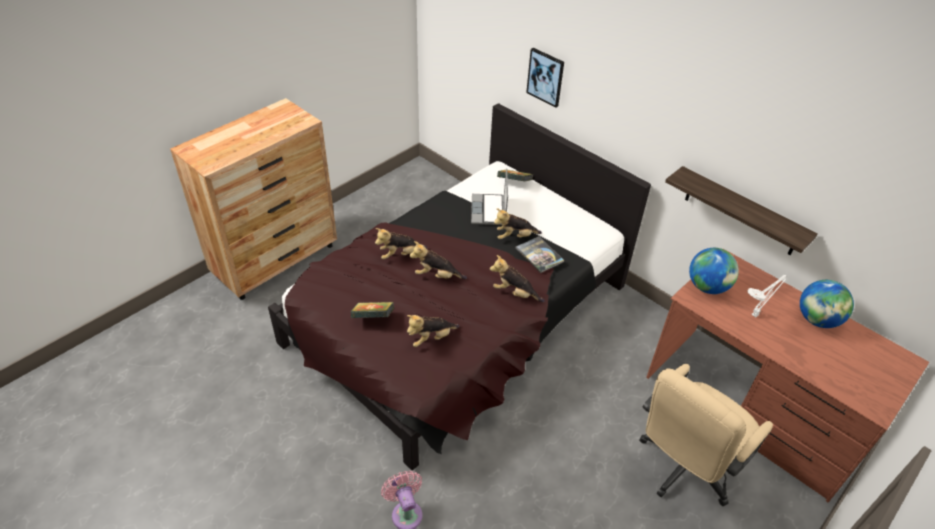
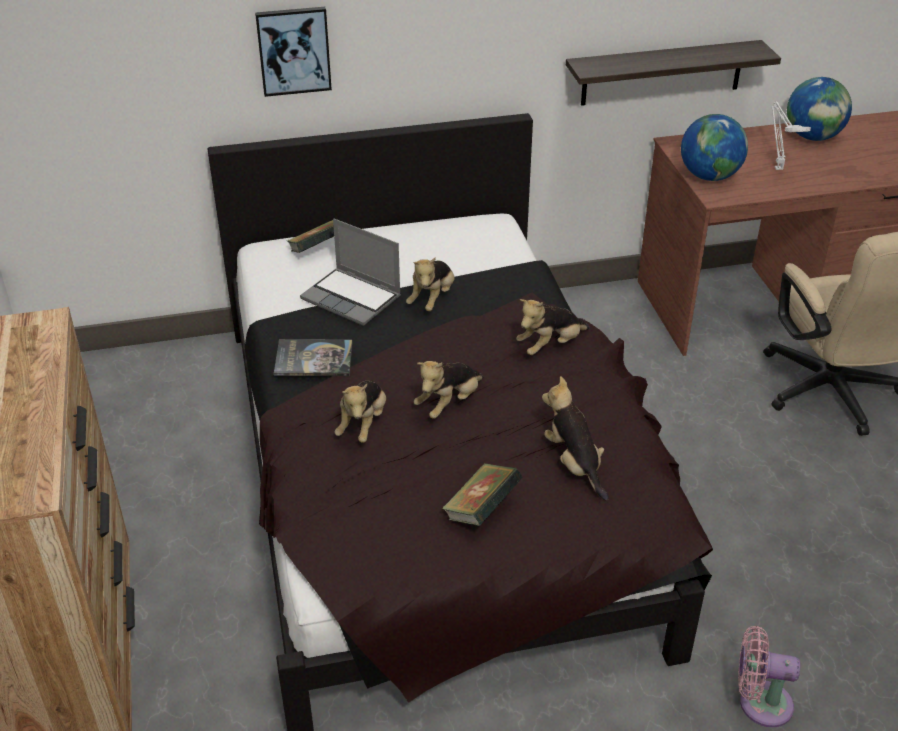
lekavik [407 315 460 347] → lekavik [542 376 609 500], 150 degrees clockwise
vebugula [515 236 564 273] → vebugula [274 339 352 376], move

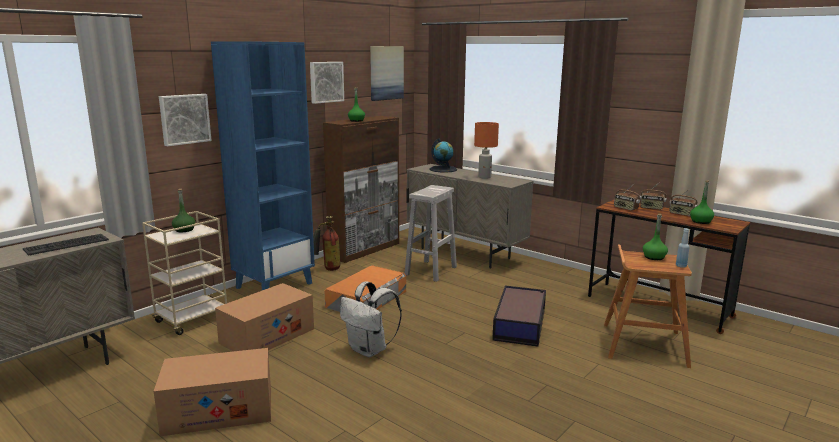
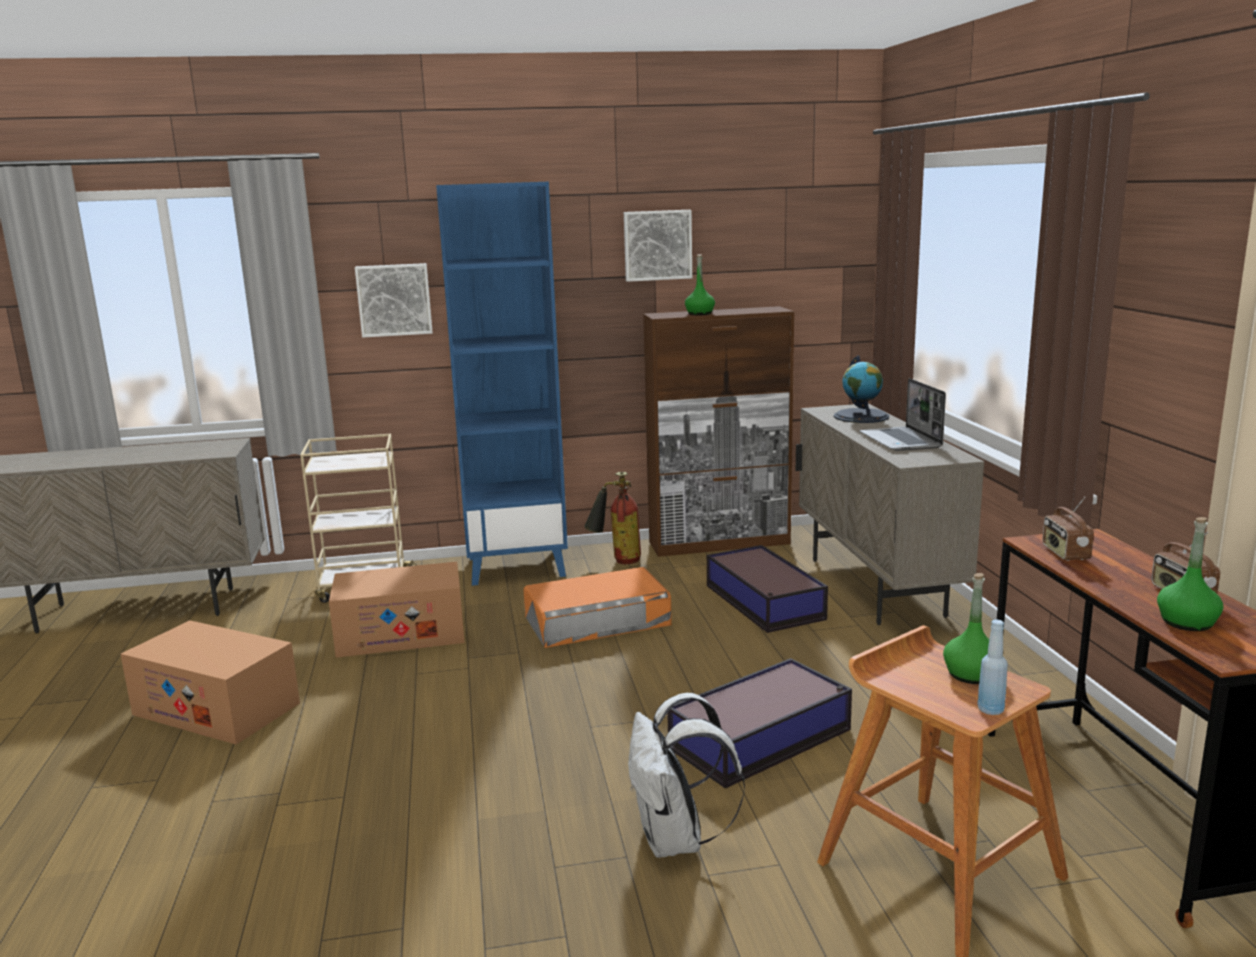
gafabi [23 234 109 256] → -
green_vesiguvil [172 189 195 232] → -
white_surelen [340 281 402 357] → white_surelen [628 693 745 858], move
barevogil [370 46 404 101] → -
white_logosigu [404 185 457 282] → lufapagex [707 545 828 633]
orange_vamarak [474 122 499 179] → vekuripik [859 378 946 451]
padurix [640 183 667 210] → -

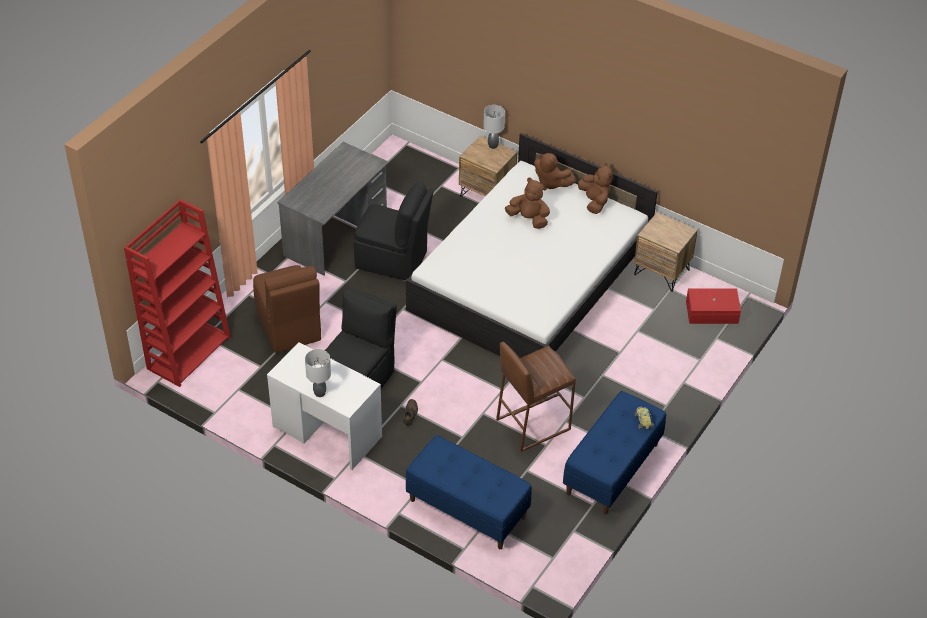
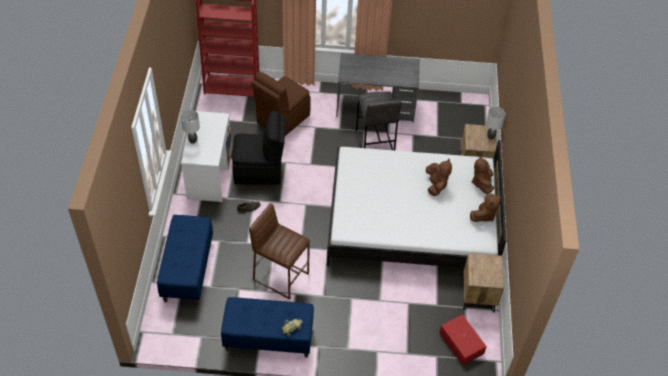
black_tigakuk [354 182 433 281] → grey_logosigu [356 92 402 150]

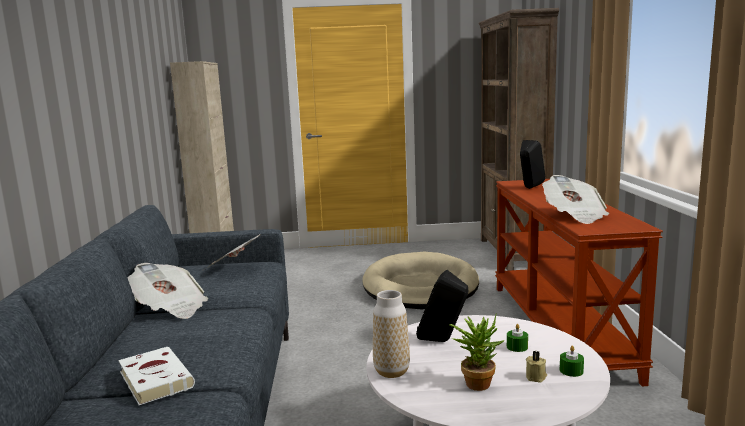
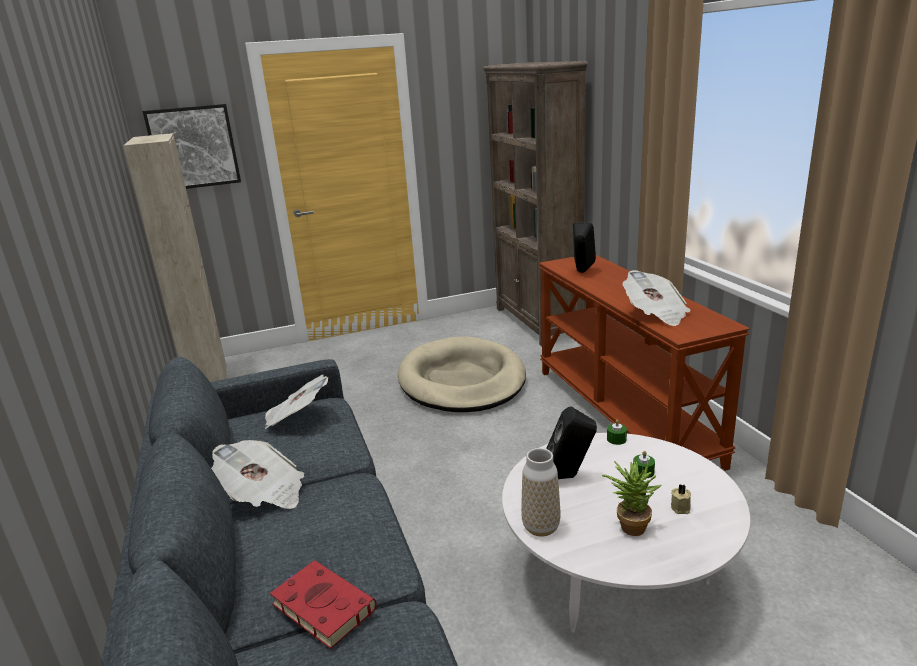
white_vebugula [118 347 195 405] → red_vebugula [270 560 377 649]
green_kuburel [560 346 584 377] → green_kuburel [607 419 627 445], move
- → barevogil [143 104 241 189]

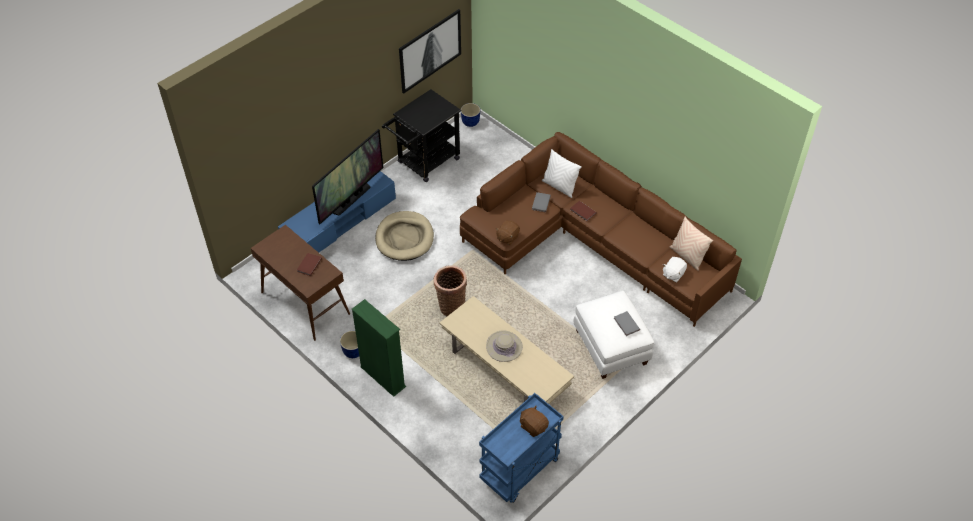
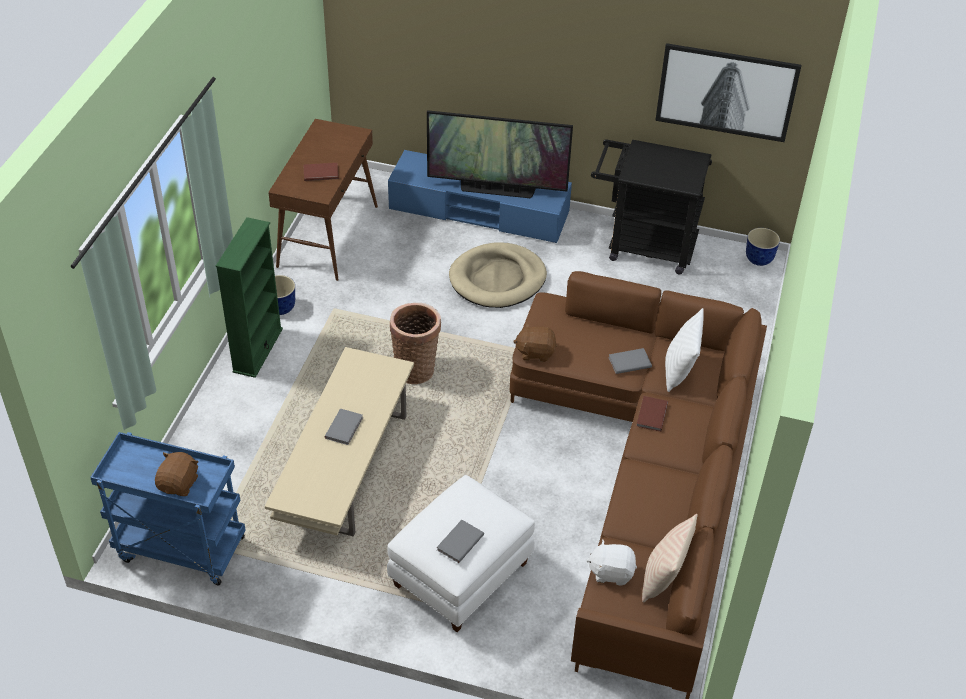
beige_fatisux [486 331 523 362] → grey_vebugula [324 409 363 445]

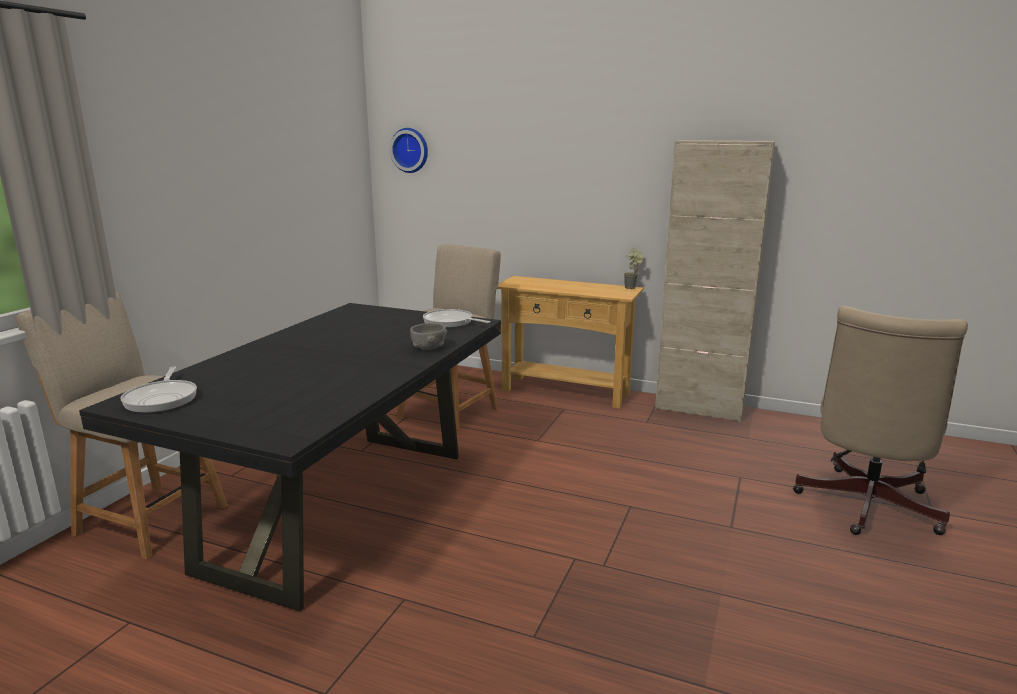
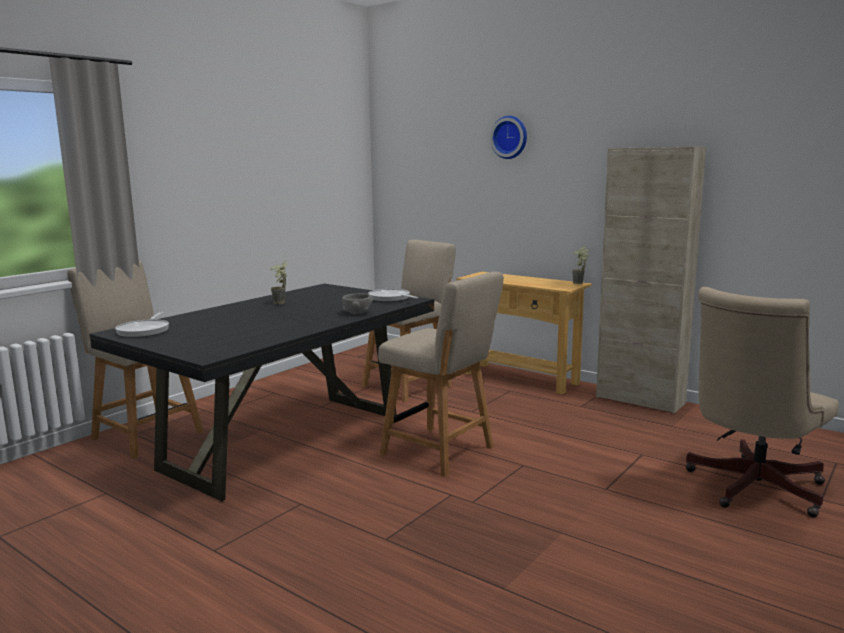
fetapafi [390 128 428 173] → fetapafi [490 116 527 159], move
- → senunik [270 260 288 304]
- → beige_tigakuk [379 271 504 477]

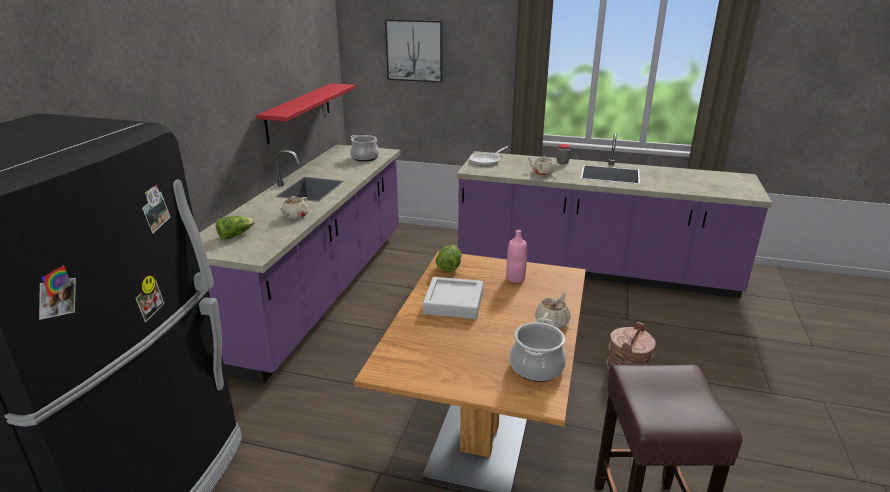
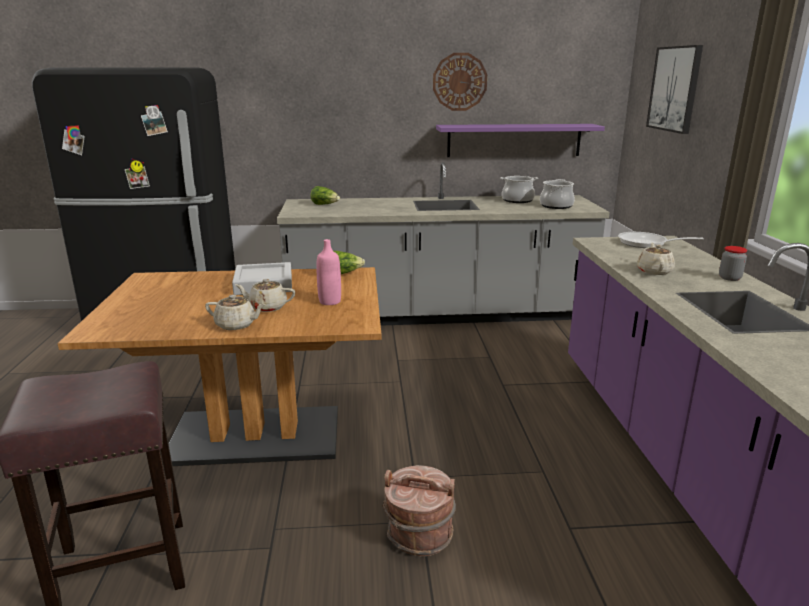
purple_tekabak [200 144 401 384] → grey_tekabak [277 162 610 326]
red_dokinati [257 83 355 144] → purple_dokinati [436 124 605 157]
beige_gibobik [279 196 308 219] → beige_gibobik [235 279 295 312], move
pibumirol [510 318 566 382] → pibumirol [500 176 538 203], move
- → fetapafi [433 53 487 111]

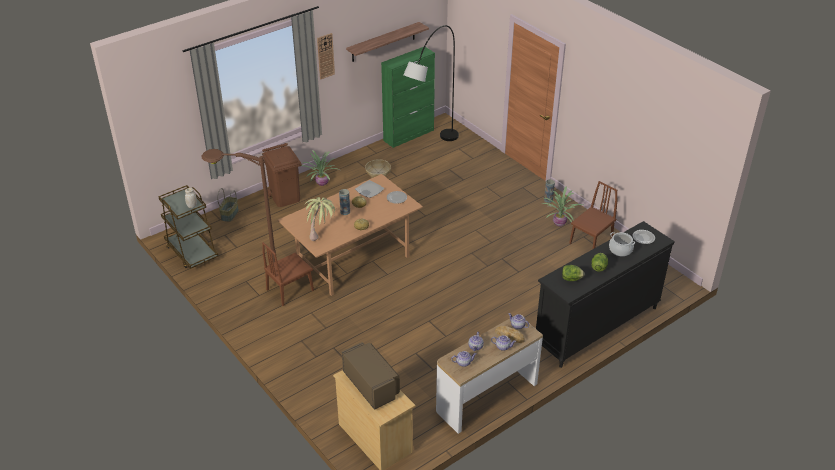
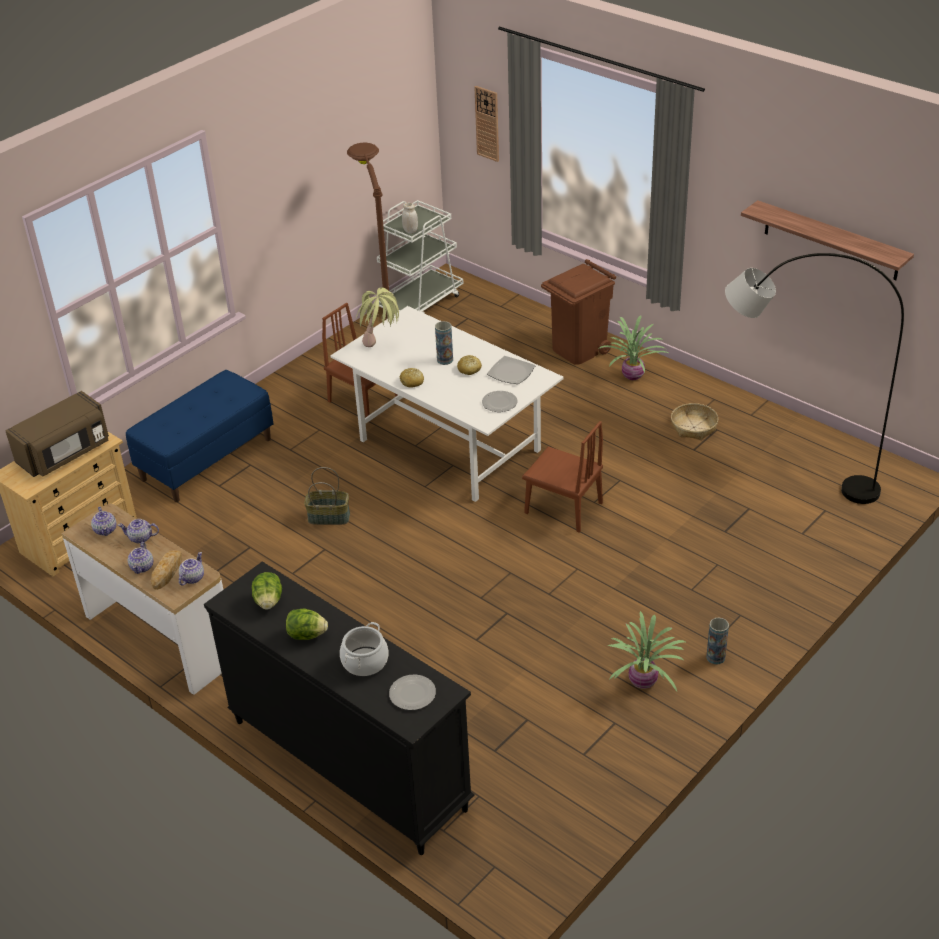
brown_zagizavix [158 185 218 269] → white_zagizavix [377 200 464 313]
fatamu [217 188 239 222] → fatamu [304 467 350 525], move
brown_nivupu [278 174 423 296] → white_nivupu [330 306 564 502]
fetapafi [317 33 335 79] → fetapafi [474 86 499 162], move
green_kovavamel [381 47 435 148] → -
brown_tigakuk [569 181 617 249] → brown_tigakuk [522 421 603 533], move
- → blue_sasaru [126 370 273 502]

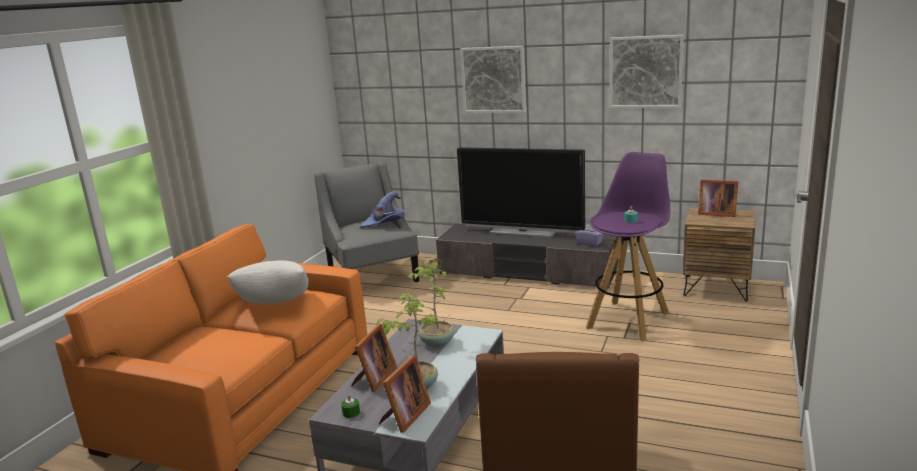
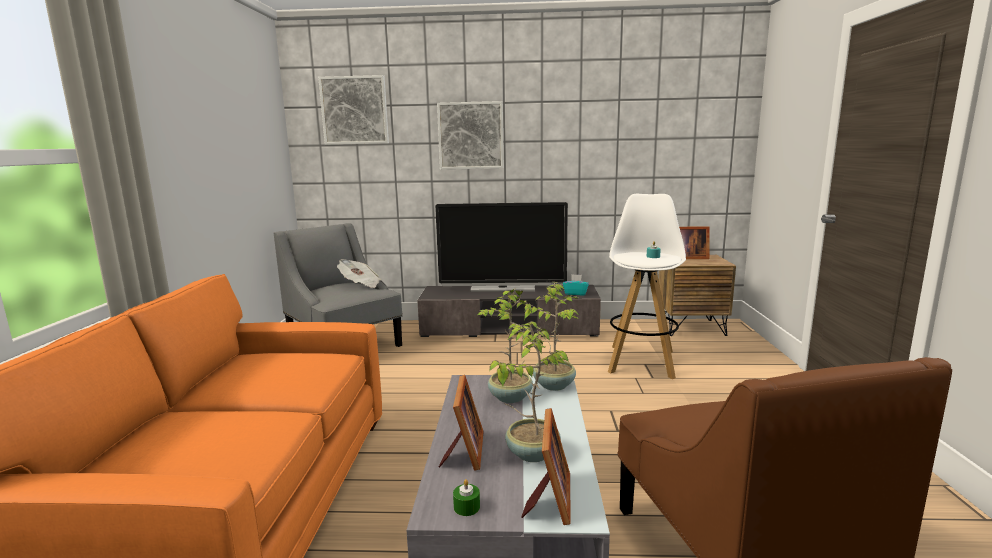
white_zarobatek [227 261 309 304] → -
purple_fatisux [360 191 405 228] → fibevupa [337 259 382 288]
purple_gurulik [575 224 604 246] → turquoise_gurulik [563 274 589 295]
purple_logosigu [586 152 670 342] → white_logosigu [608 194 686 379]
barevogil [610 35 684 108] → barevogil [318 75 389 145], move
- → senunik [524 282 580 391]

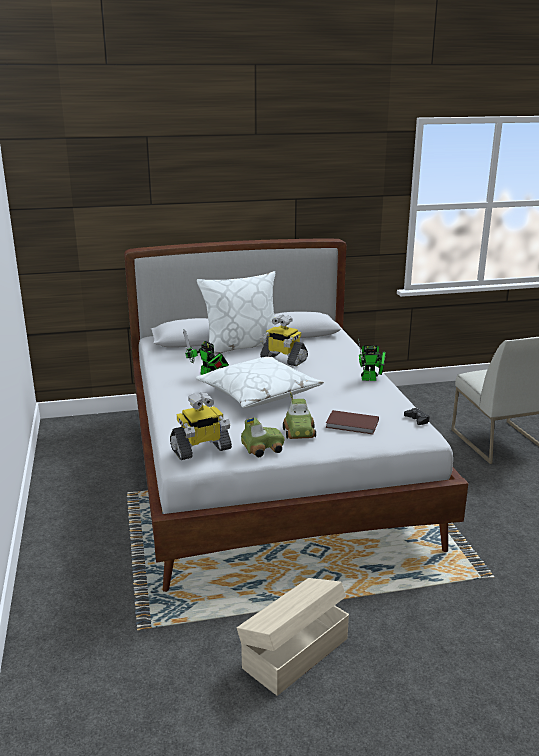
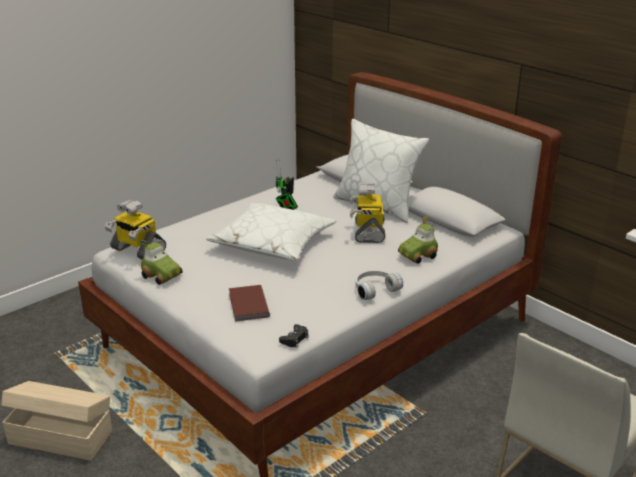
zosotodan [283 392 316 439] → zosotodan [398 216 438 264], move
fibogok [358 338 386 381] → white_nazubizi [356 270 403 300]

